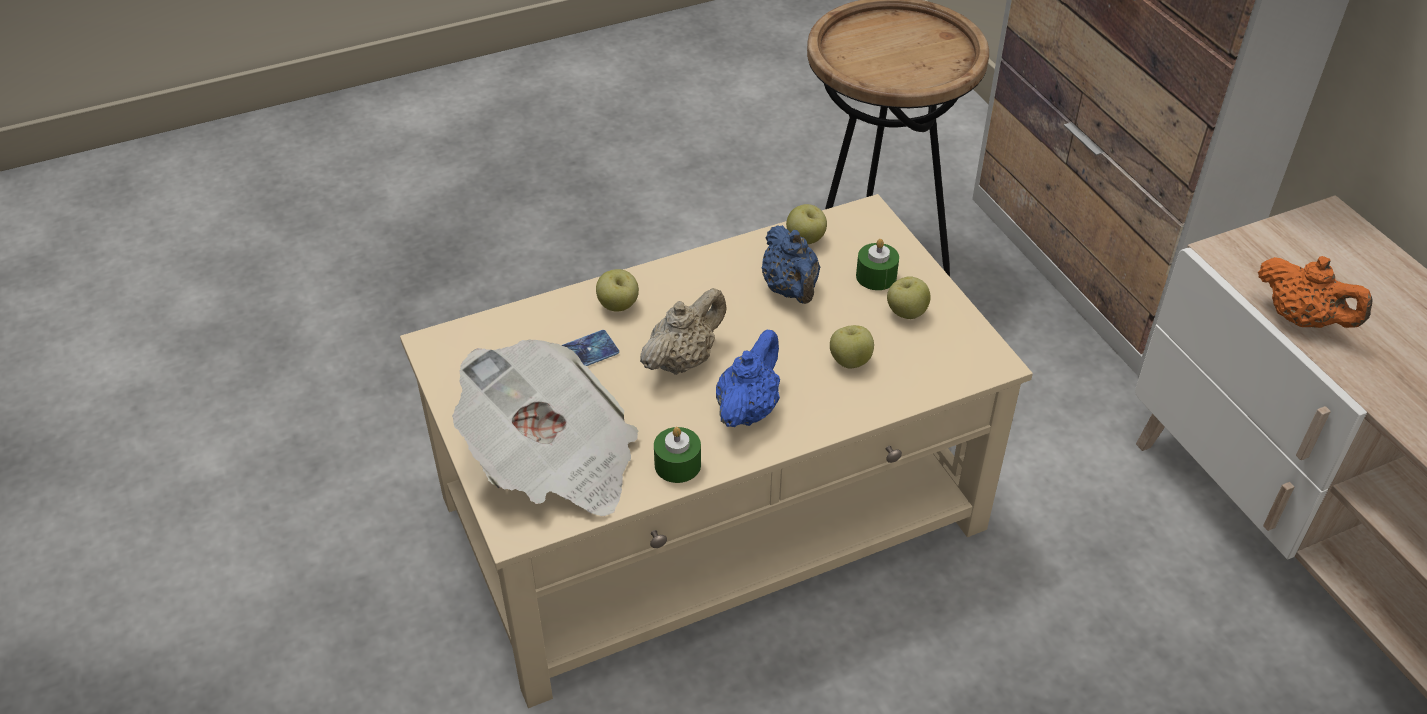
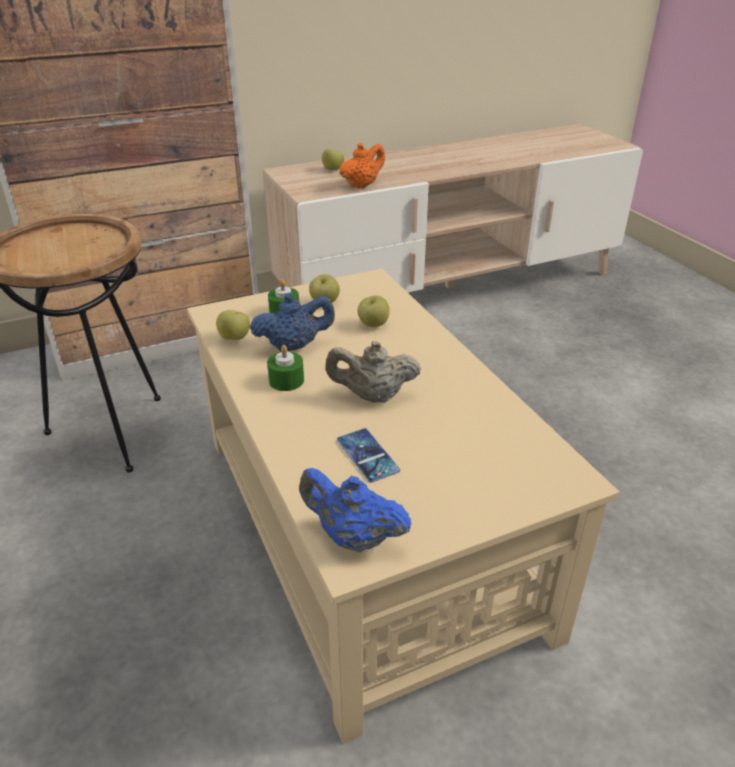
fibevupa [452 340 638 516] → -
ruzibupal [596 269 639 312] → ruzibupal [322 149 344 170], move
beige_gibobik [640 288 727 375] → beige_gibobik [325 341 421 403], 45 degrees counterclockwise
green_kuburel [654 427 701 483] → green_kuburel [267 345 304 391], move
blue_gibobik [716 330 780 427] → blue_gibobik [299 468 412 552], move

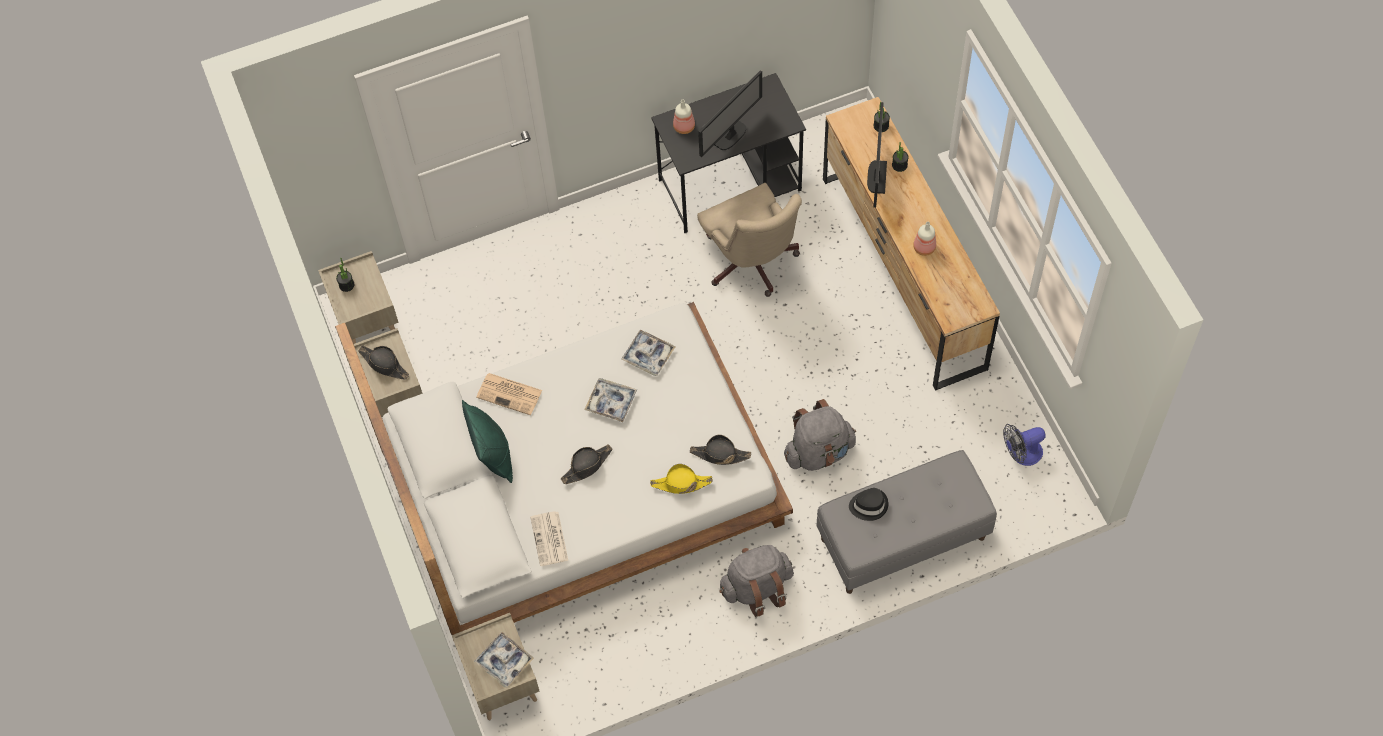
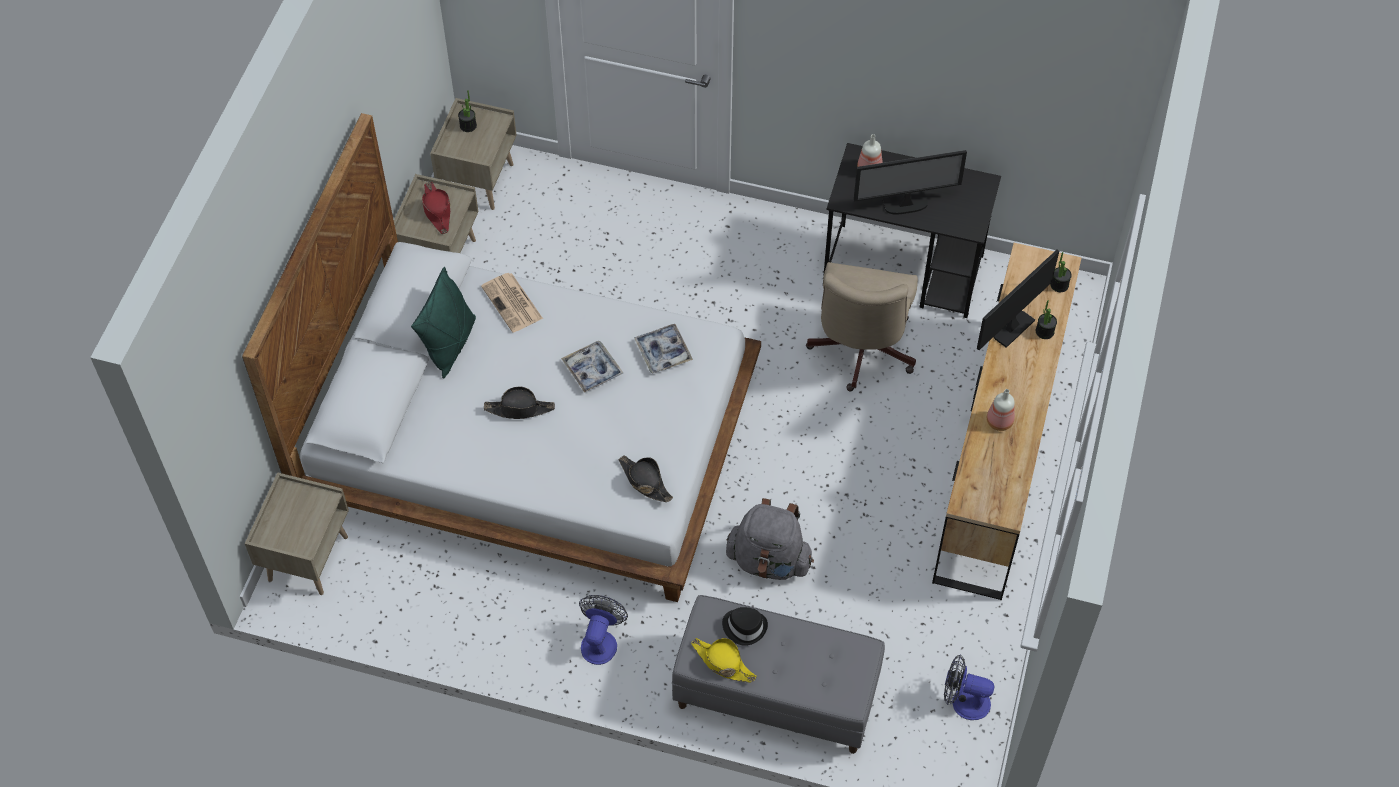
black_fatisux [358 345 409 380] → red_fatisux [422 182 450 234]
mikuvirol [474 632 534 687] → -
fibevupa [530 511 568 566] → -
yellow_fatisux [650 464 712 494] → yellow_fatisux [691 638 757 682], move
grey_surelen [719 545 794 617] → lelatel [579 595 628 665]

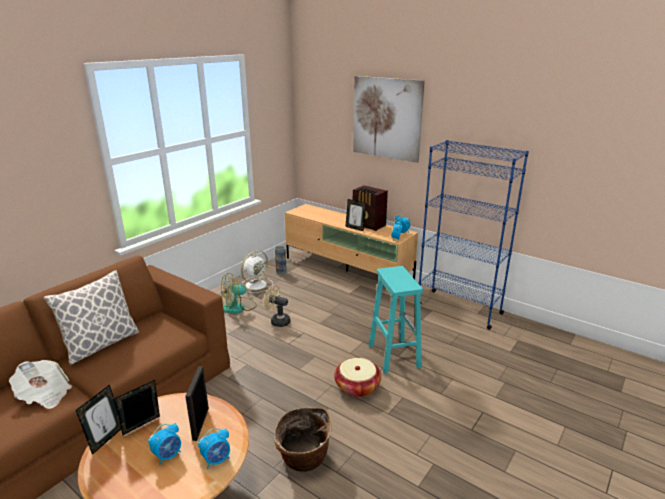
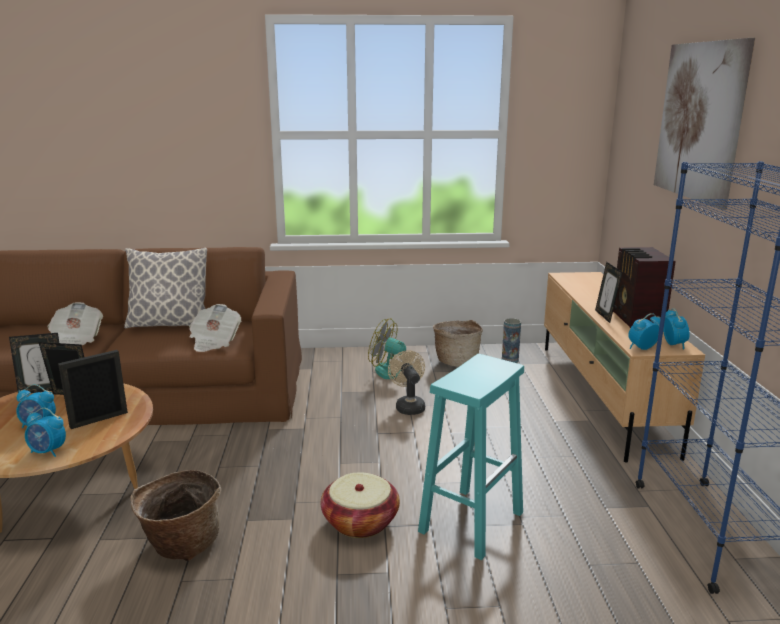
white_lelatel [241 250 273 293] → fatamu [433 320 483 367]
- → fibevupa [189 304 241 352]

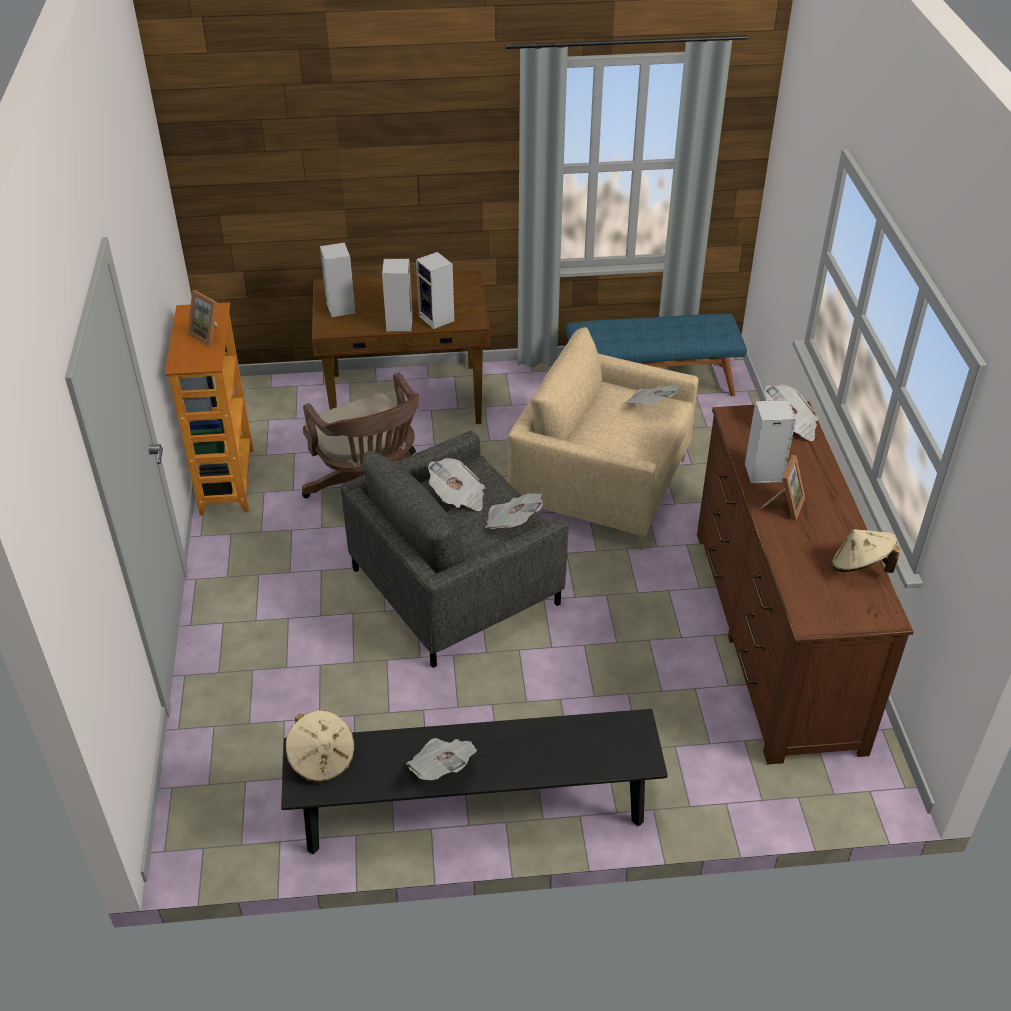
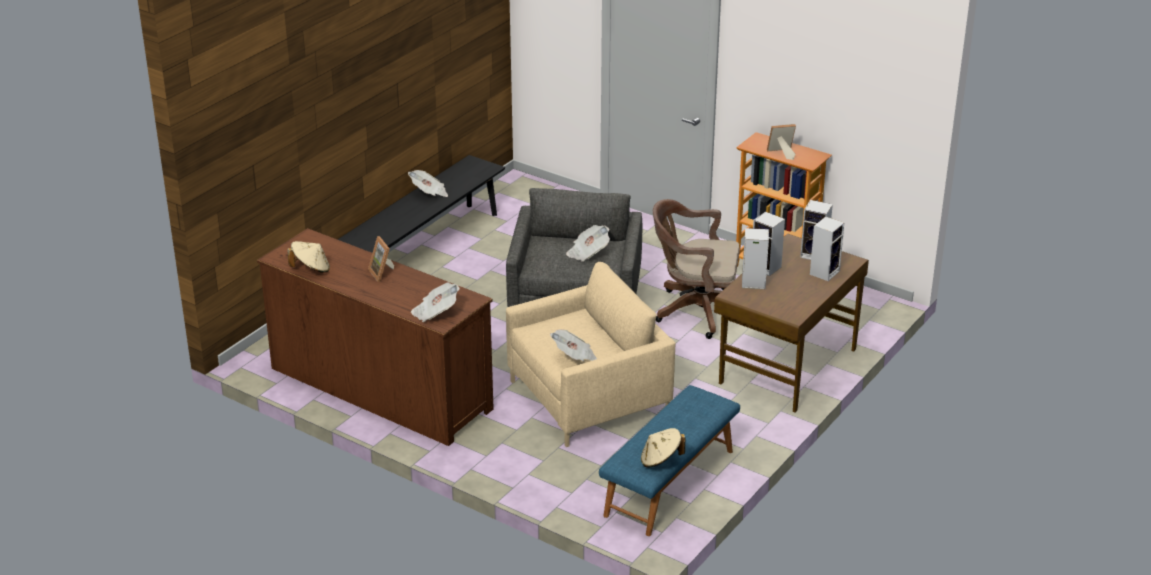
beige_fatisux [286 710 355 783] → beige_fatisux [641 428 685 467], move
fibevupa [485 493 543 529] → -
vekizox [745 400 796 484] → vekizox [810 216 844 281], move

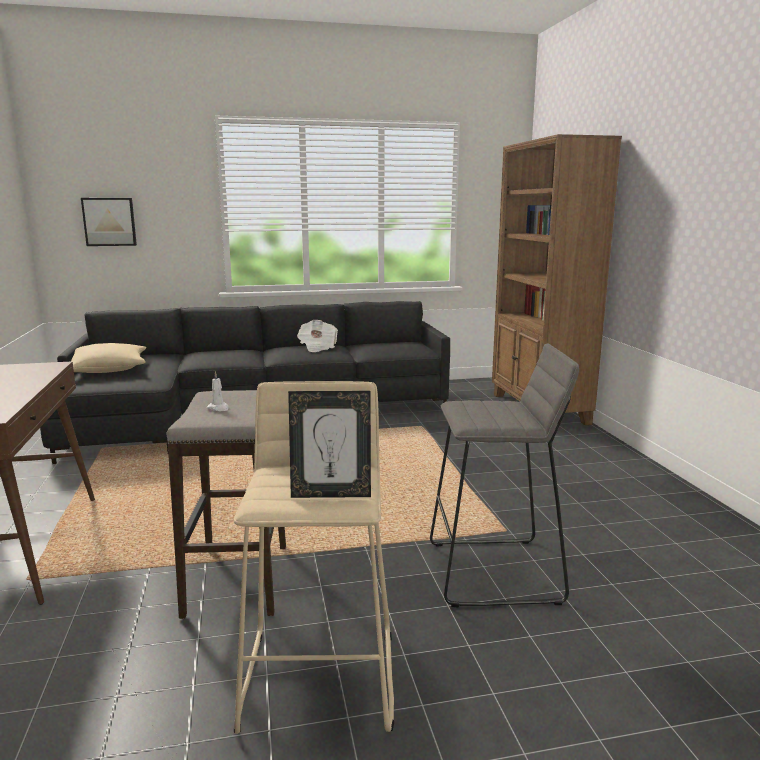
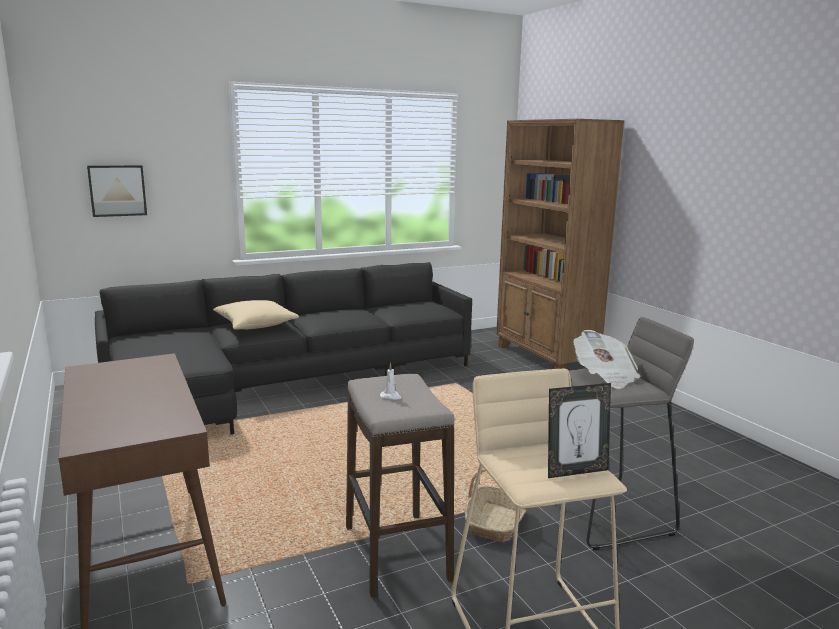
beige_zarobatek [71 343 146 373] → beige_zarobatek [213 300 299 330], move
fibevupa [297 320 338 352] → fibevupa [573 330 641 389], move
- → fatamu [465 468 528 542]

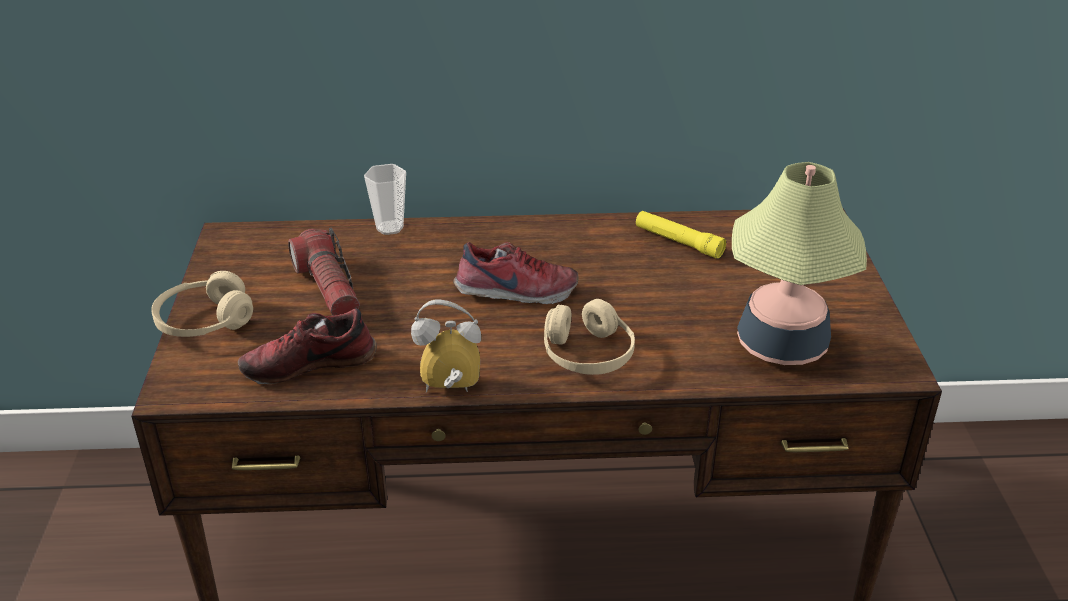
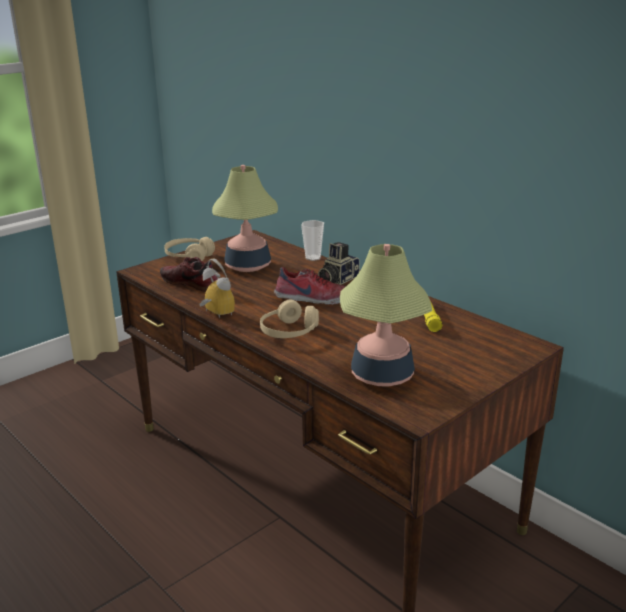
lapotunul [288 228 360 316] → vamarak [212 165 278 272]
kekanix [453 242 578 304] → kekanix [274 267 346 305], 45 degrees counterclockwise
- → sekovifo [318 242 360 285]

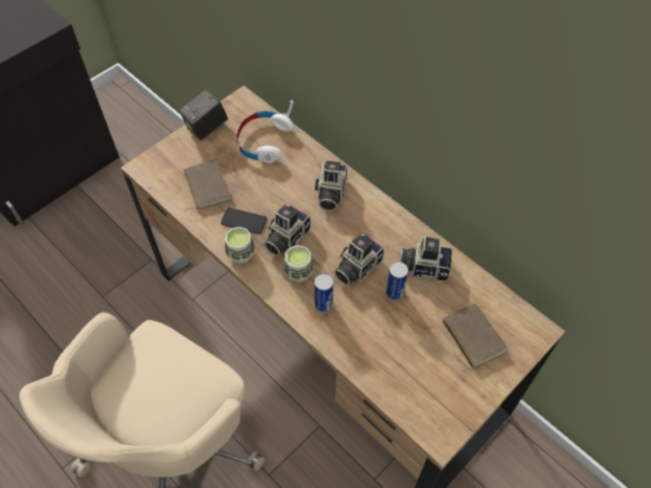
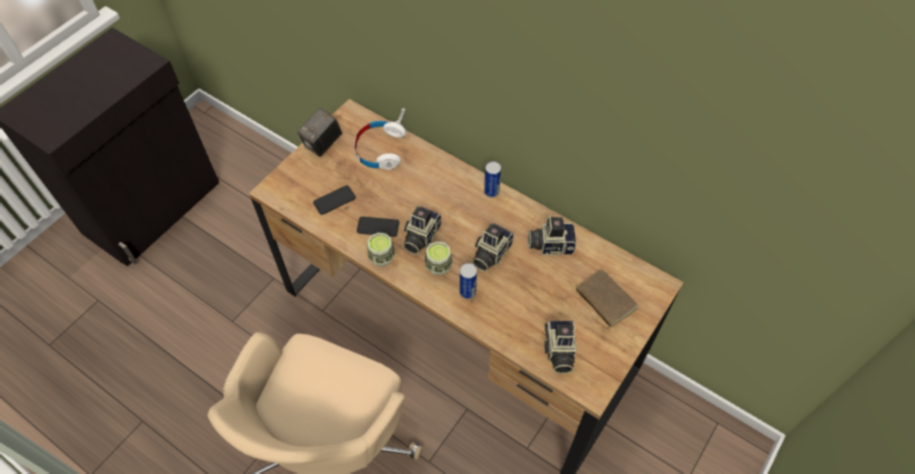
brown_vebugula [183 159 231 210] → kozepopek [313 185 356 215]
sekovifo [315 161 347 211] → sekovifo [545 321 577 374], move
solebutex [386 262 408 301] → solebutex [484 162 501 198], move

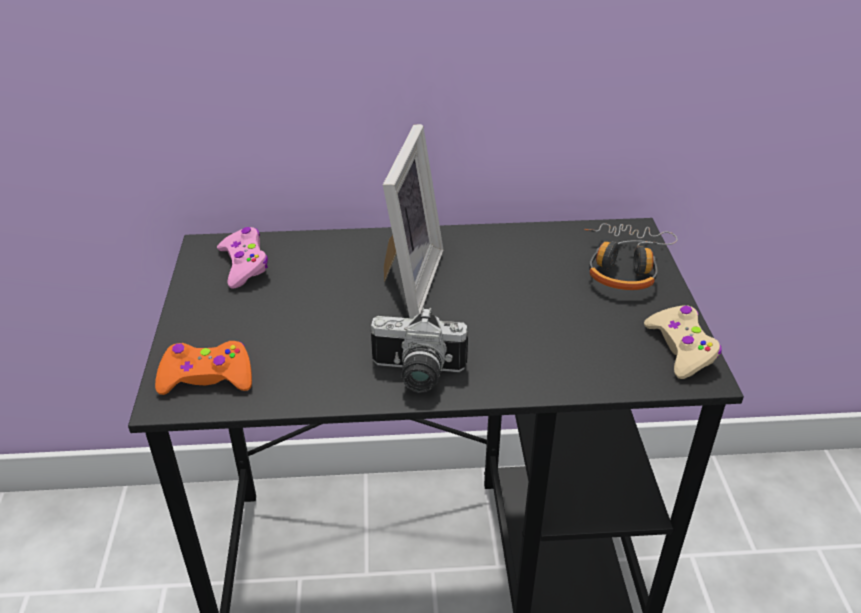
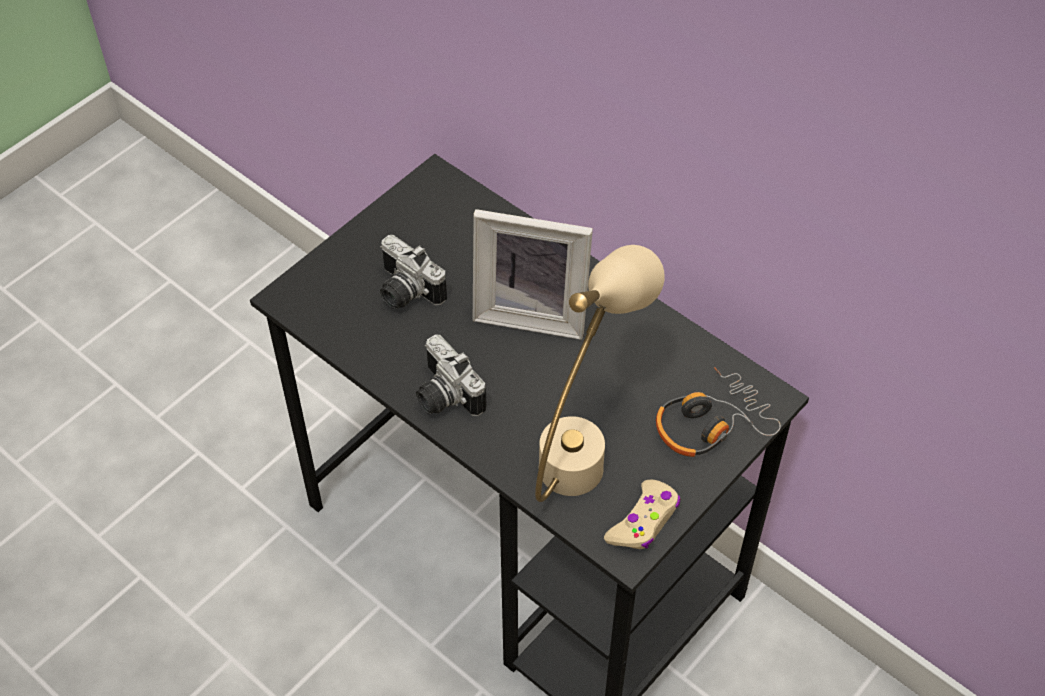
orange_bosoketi [155 341 252 395] → -
pink_bosoketi [217 227 268 289] → -
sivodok [383 124 444 318] → sivodok [473 209 593 340], 45 degrees clockwise
- → sekovifo [380 235 447 309]
- → beige_vamarak [535 245 665 502]

